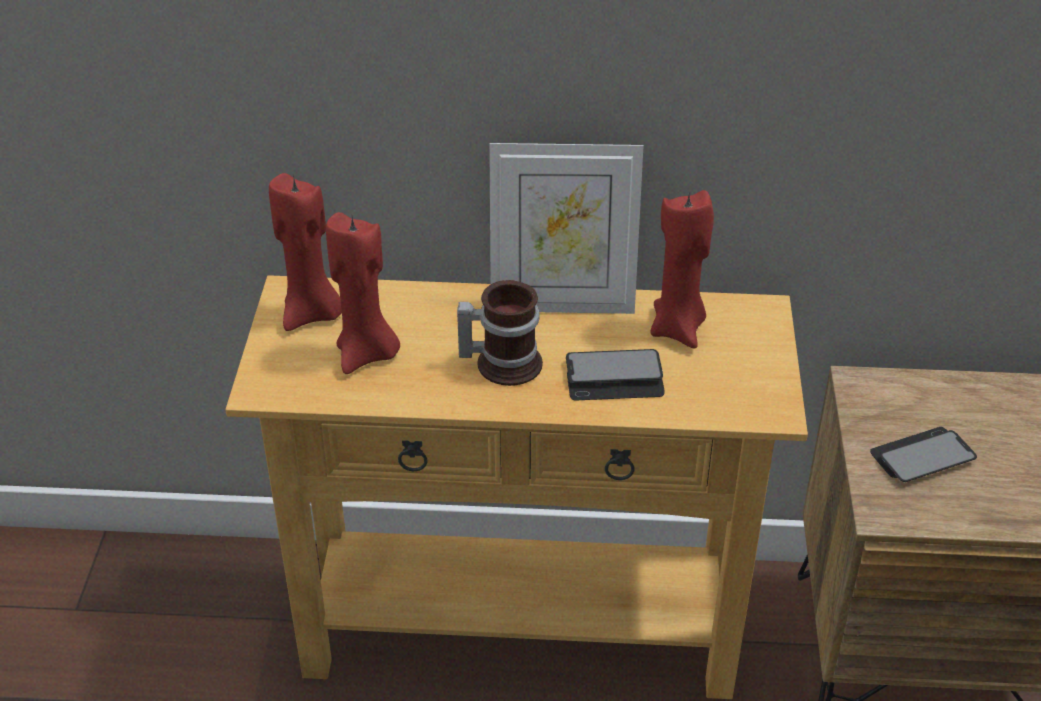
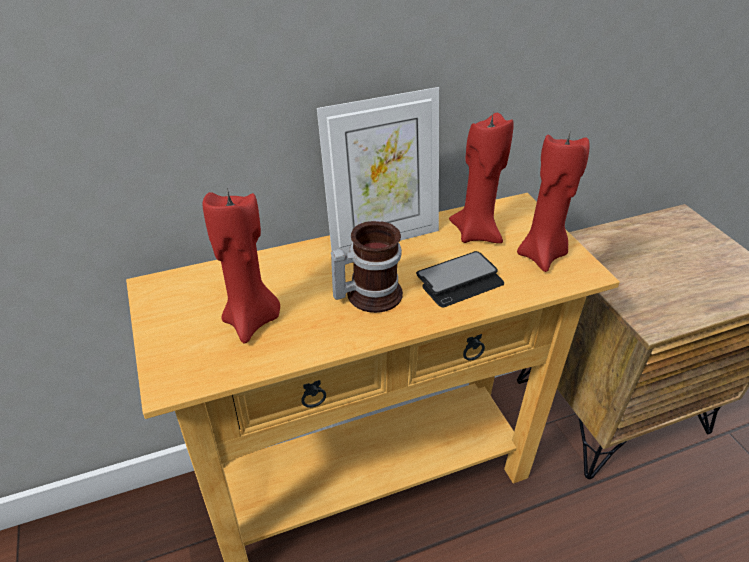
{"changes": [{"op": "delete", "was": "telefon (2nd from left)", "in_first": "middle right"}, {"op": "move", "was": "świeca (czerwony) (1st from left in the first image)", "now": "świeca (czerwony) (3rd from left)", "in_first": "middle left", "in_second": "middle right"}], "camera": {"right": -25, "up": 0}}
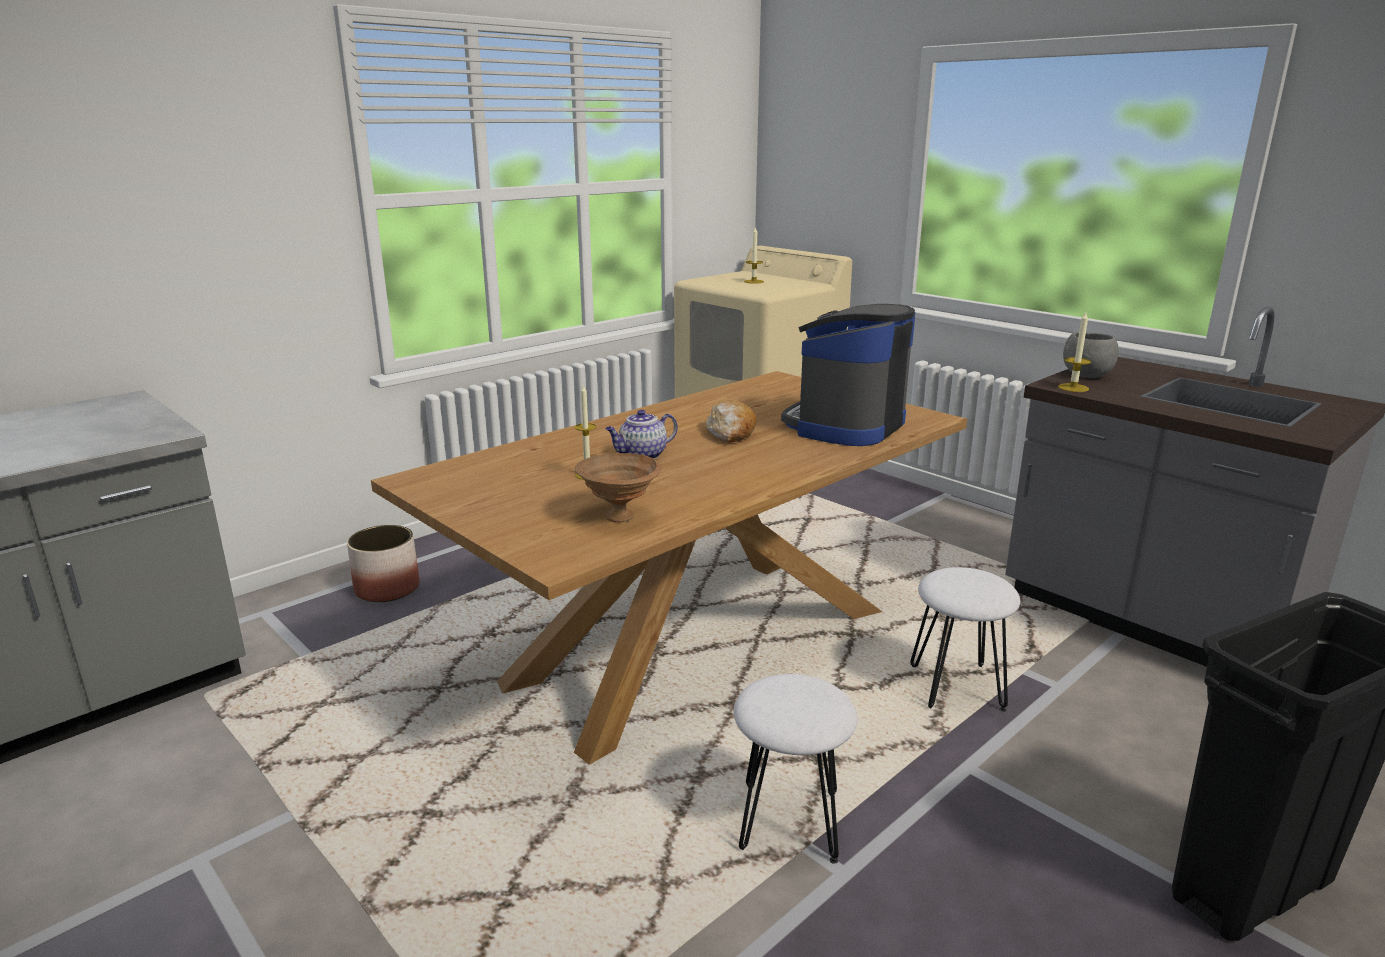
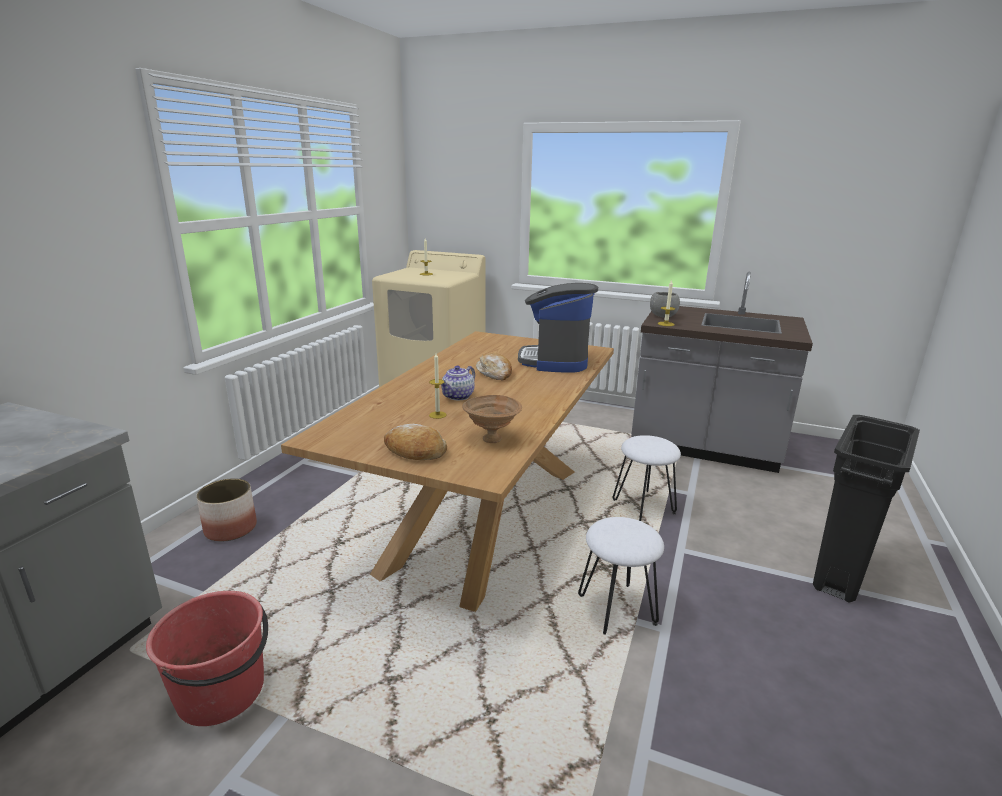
{"changes": [{"op": "insert", "now": "wiadro (czerwony)", "in_second": "bottom left"}, {"op": "insert", "now": "chleb (1st from left)", "in_second": "centre"}], "camera": {"right": -25, "up": 0}}
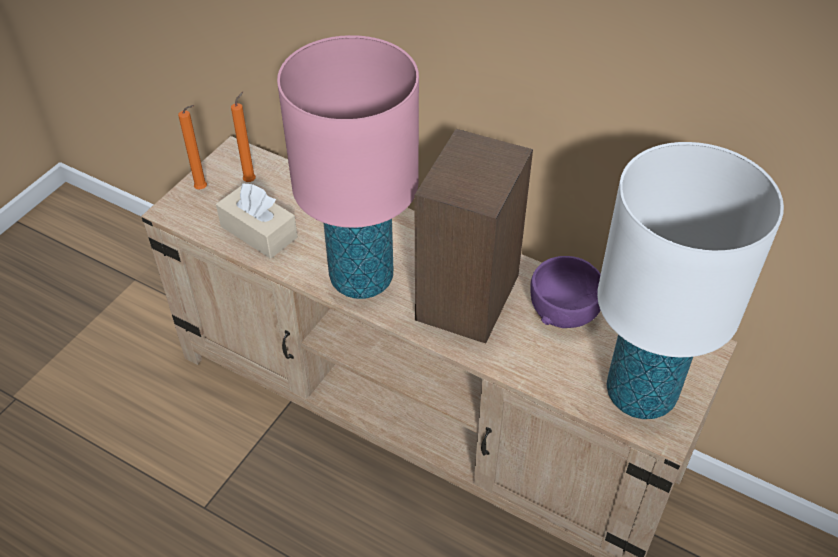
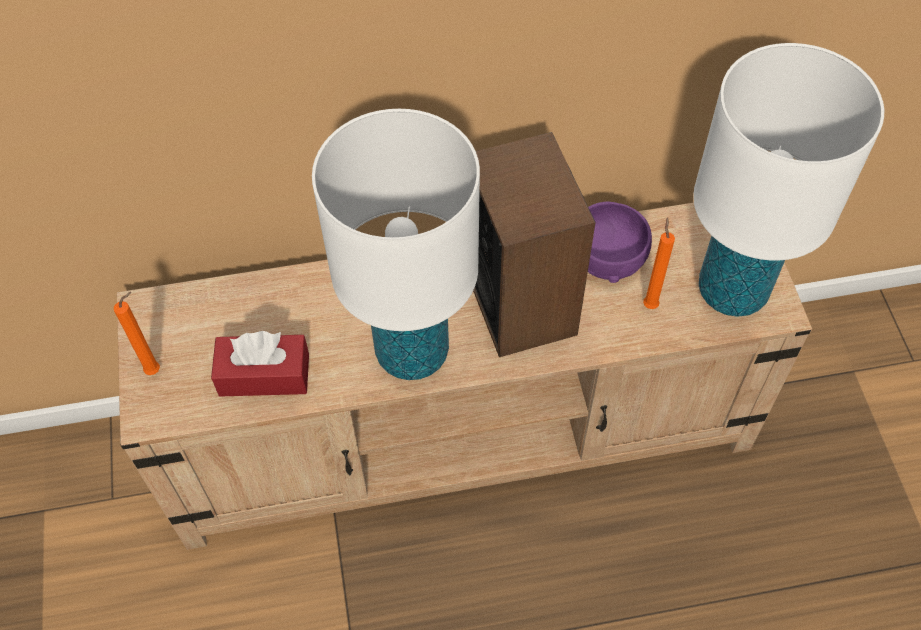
{"changes": [{"op": "move", "was": "świeca (pomarańczowy) (2nd from left)", "in_first": "top left", "in_second": "middle right"}, {"op": "recolor", "was": "pudełko chusteczek (beżowy)", "now": "pudełko chusteczek (czerwony)", "in_first": "middle left", "in_second": "middle left"}, {"op": "recolor", "was": "lampa stołowa (różowy)", "now": "lampa stołowa (biały) (1st from left)", "in_first": "top centre", "in_second": "centre"}], "camera": {"right": -40, "up": 10}}
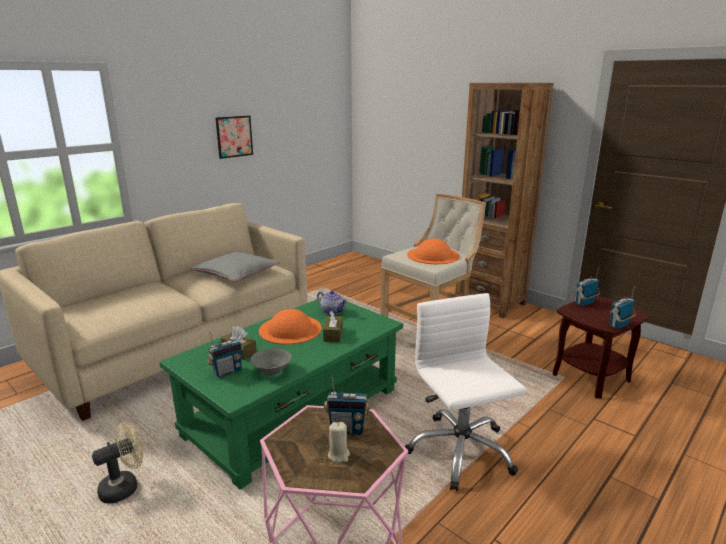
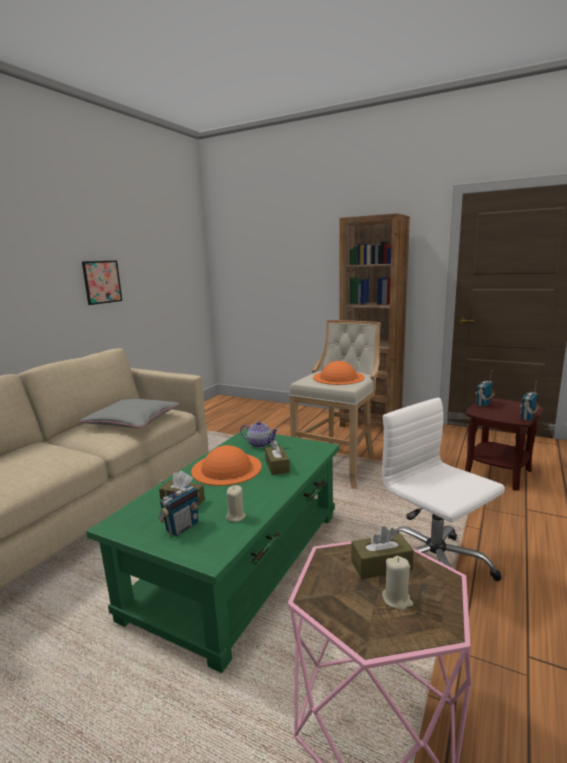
{"changes": [{"op": "delete", "was": "wentylator (beżowy)", "in_first": "bottom left"}, {"op": "replace", "was": "miska (szary)", "now": "świeca (beżowy) (1st from left)", "in_first": "centre", "in_second": "centre"}, {"op": "replace", "was": "radio (2nd from left)", "now": "pudełko chusteczek (brązowy) (3rd from left)", "in_first": "bottom centre", "in_second": "bottom right"}], "camera": {"right": -15, "up": -5}}
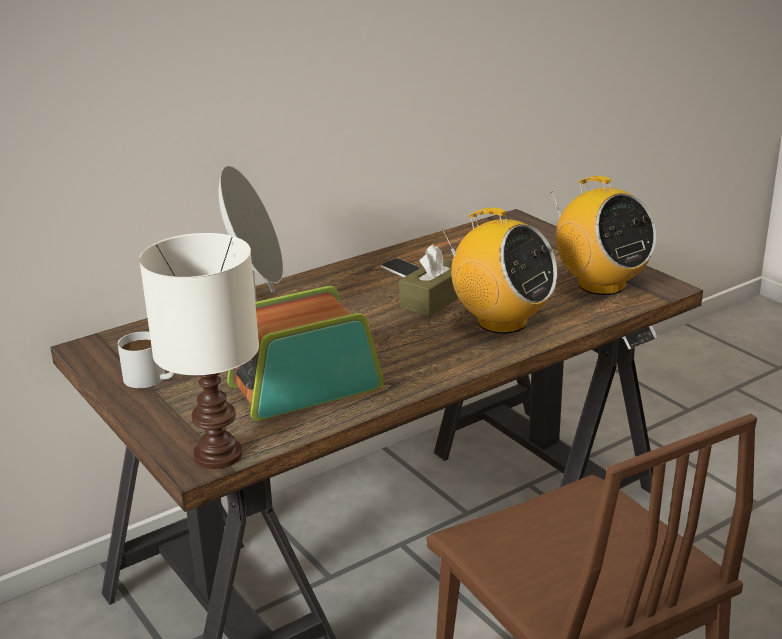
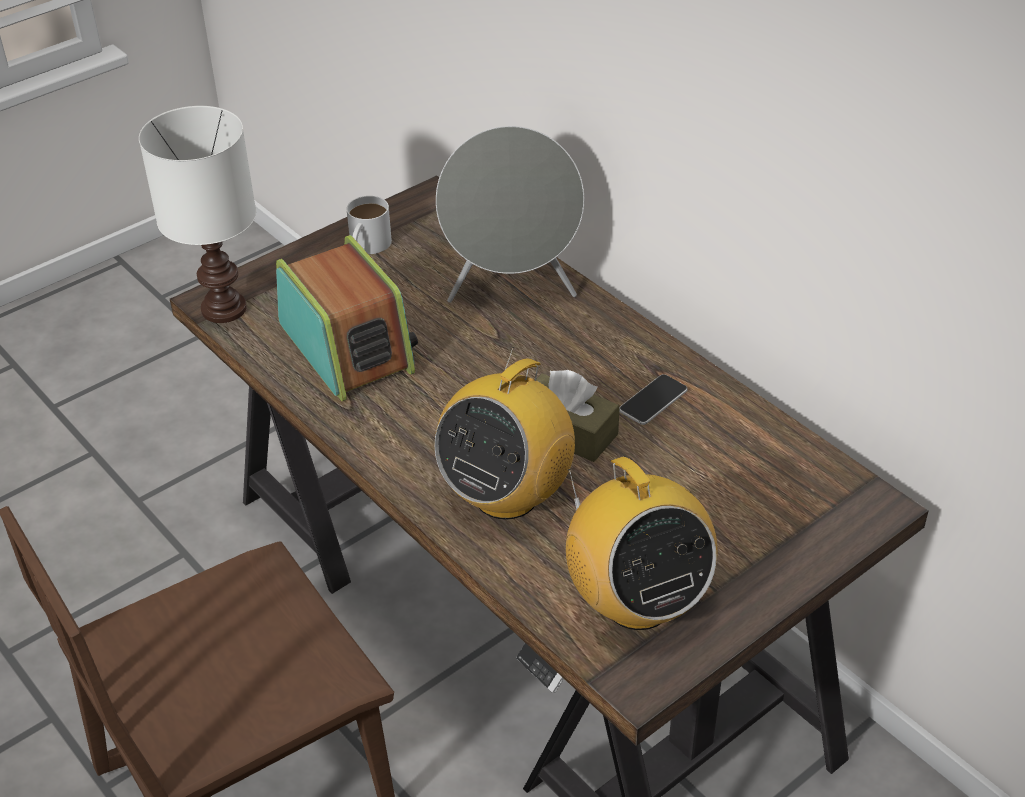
{"changes": [{"op": "rotate", "was": "radio (3rd from left)", "in_first": "middle right", "in_second": "bottom centre", "clockwise": -75}], "camera": {"right": 85, "up": 15}}
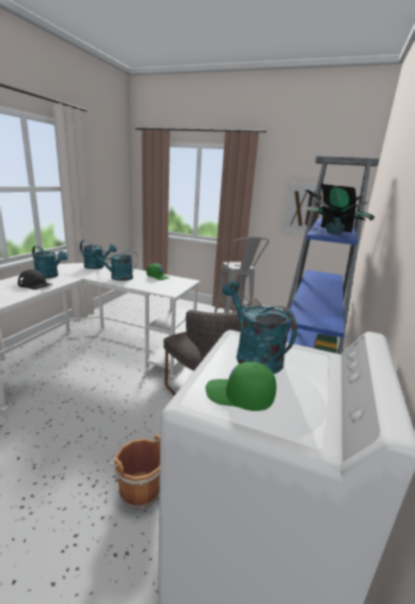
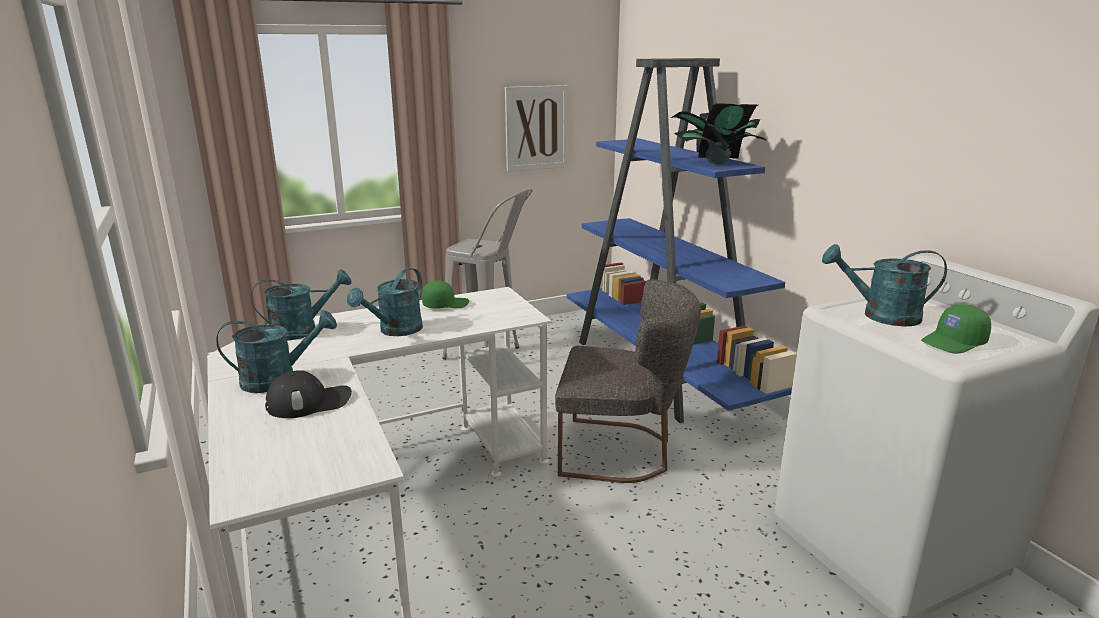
{"changes": [{"op": "delete", "was": "wiadro (brązowy)", "in_first": "bottom left"}], "camera": {"right": -45, "up": 0}}
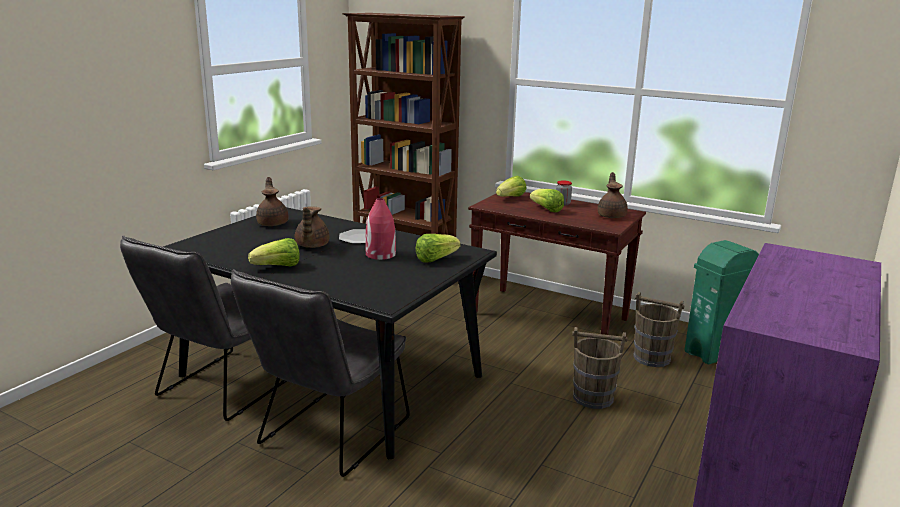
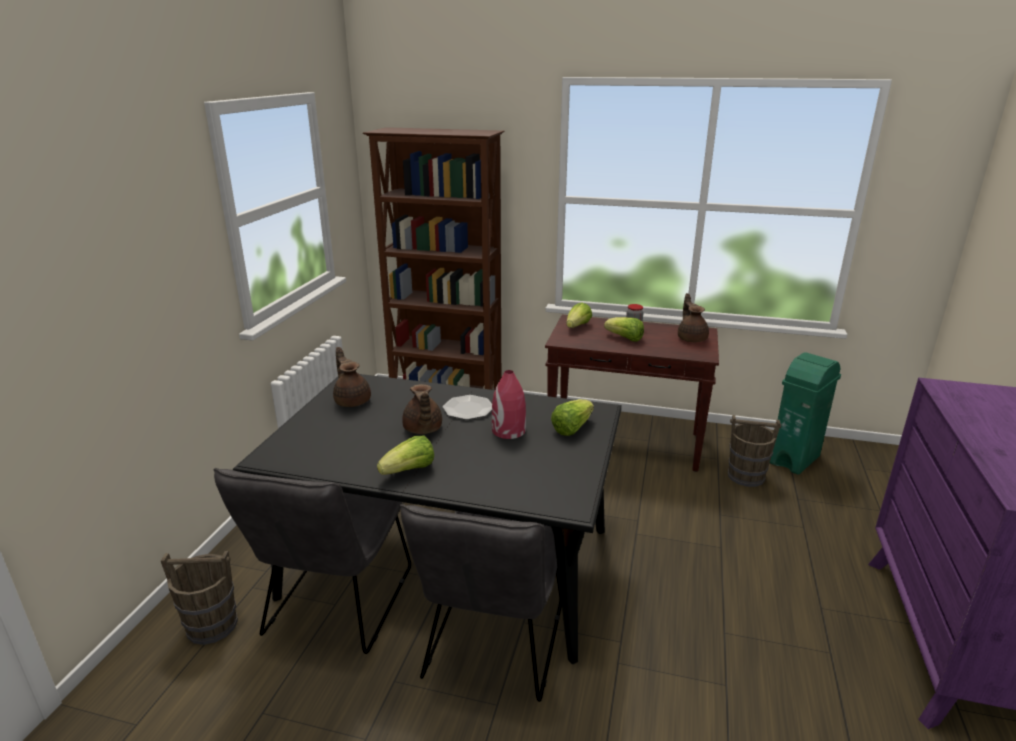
{"changes": [{"op": "move", "was": "wiadro (brązowy) (1st from left)", "in_first": "bottom centre", "in_second": "bottom left"}], "camera": {"right": -15, "up": 5}}
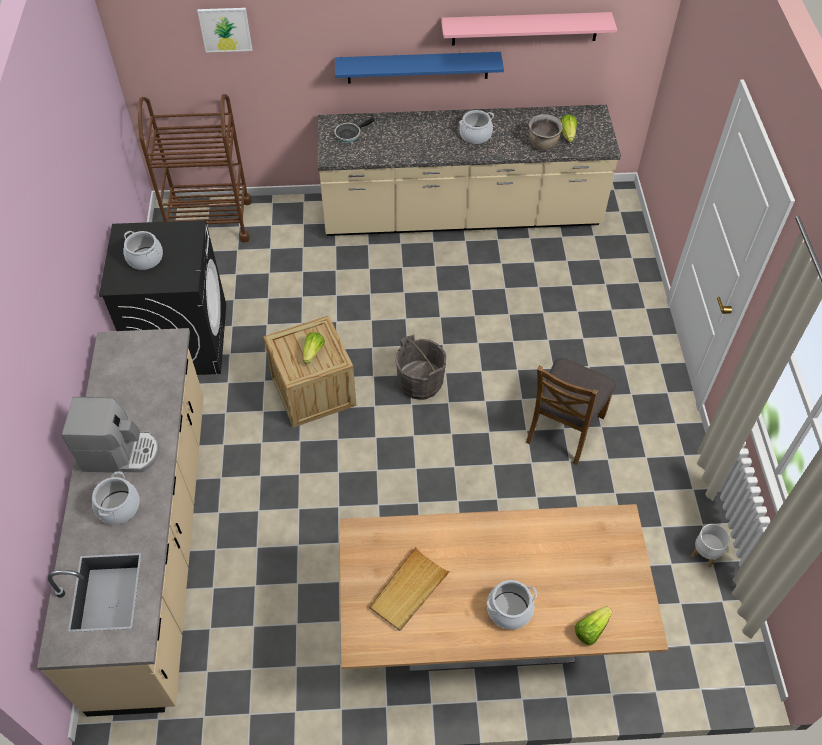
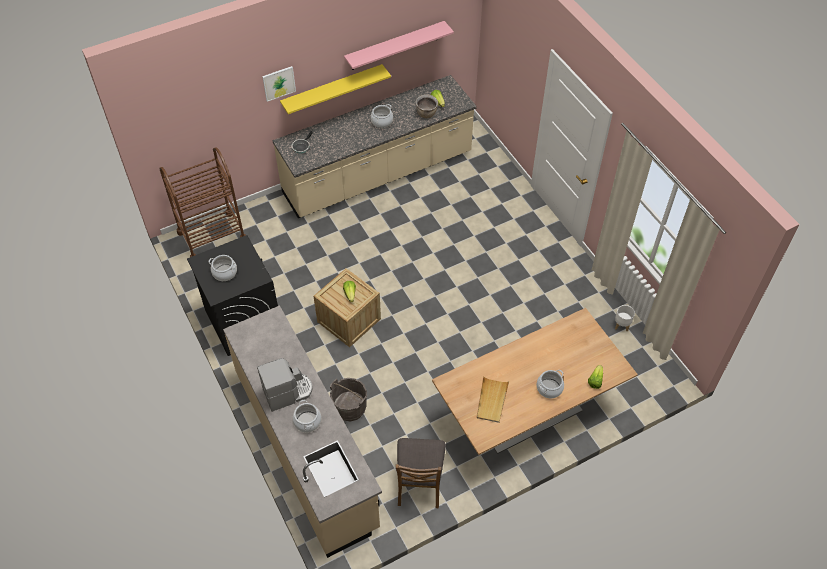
{"changes": [{"op": "move", "was": "obraz", "in_first": "top left", "in_second": "top centre"}, {"op": "move", "was": "wiadro (szary)", "in_first": "centre", "in_second": "bottom centre"}, {"op": "move", "was": "krzesło (brązowy)", "in_first": "middle right", "in_second": "bottom centre"}, {"op": "recolor", "was": "półka (niebieski)", "now": "półka (żółty)", "in_first": "top centre", "in_second": "top centre"}], "camera": {"right": -25, "up": 0}}
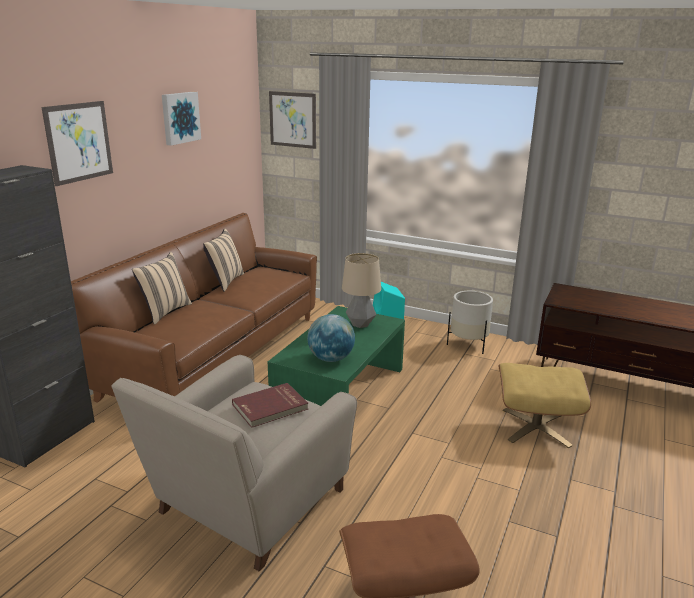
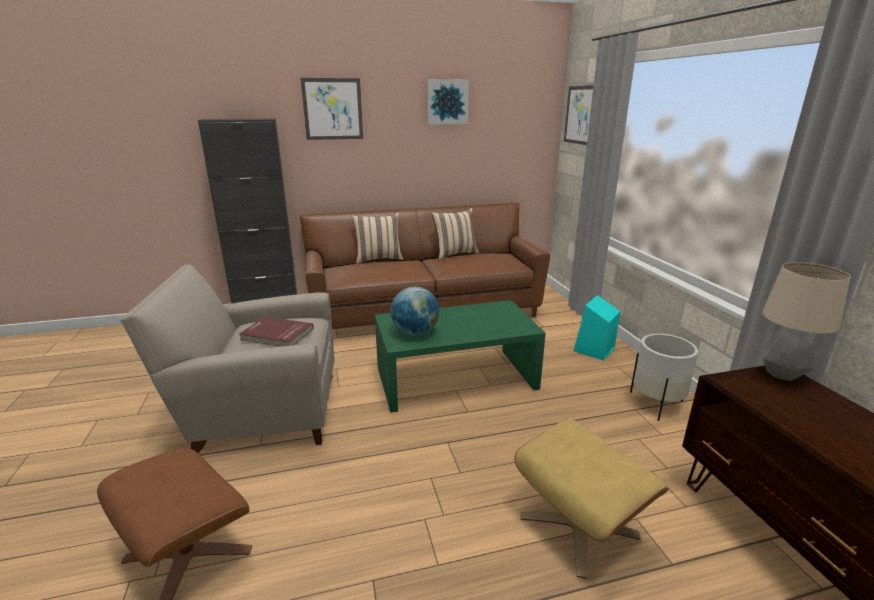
{"changes": [{"op": "move", "was": "lampa stołowa", "in_first": "centre", "in_second": "middle right"}], "camera": {"right": 50, "up": 0}}
